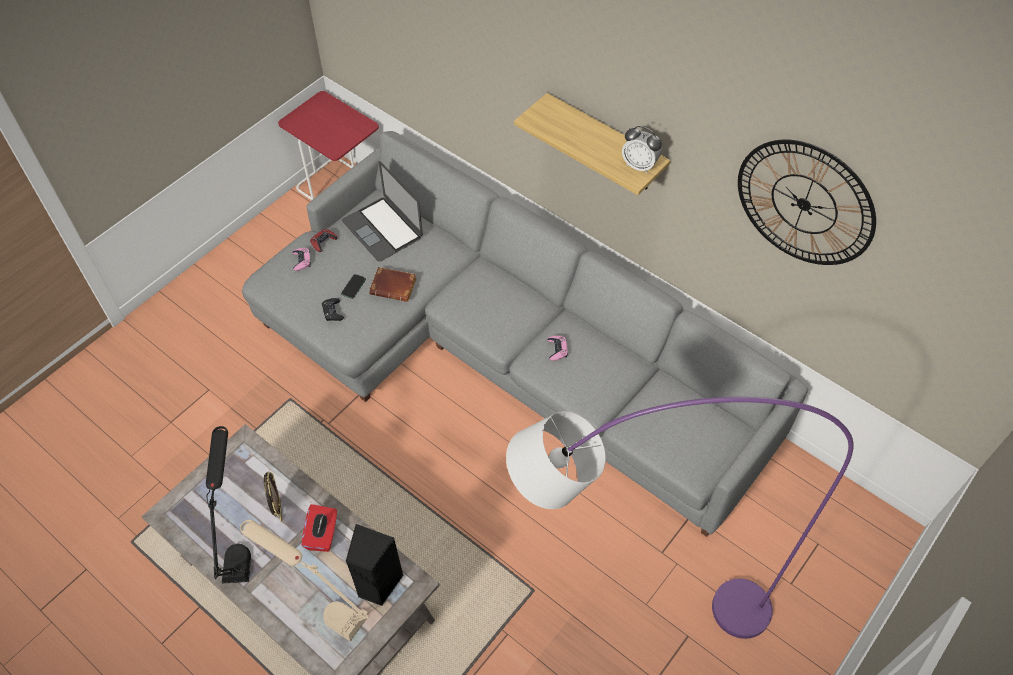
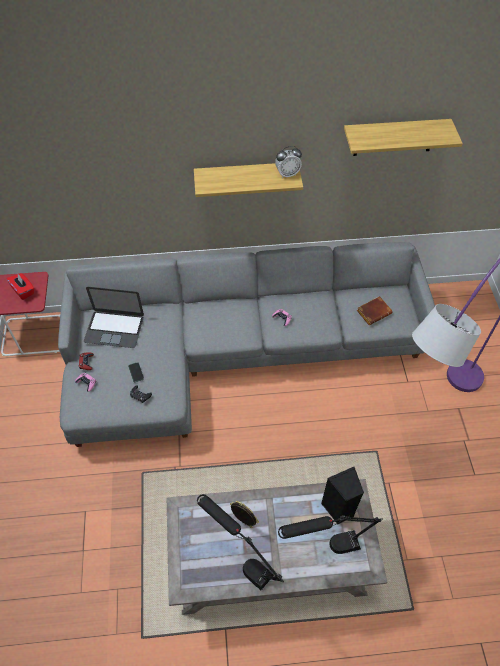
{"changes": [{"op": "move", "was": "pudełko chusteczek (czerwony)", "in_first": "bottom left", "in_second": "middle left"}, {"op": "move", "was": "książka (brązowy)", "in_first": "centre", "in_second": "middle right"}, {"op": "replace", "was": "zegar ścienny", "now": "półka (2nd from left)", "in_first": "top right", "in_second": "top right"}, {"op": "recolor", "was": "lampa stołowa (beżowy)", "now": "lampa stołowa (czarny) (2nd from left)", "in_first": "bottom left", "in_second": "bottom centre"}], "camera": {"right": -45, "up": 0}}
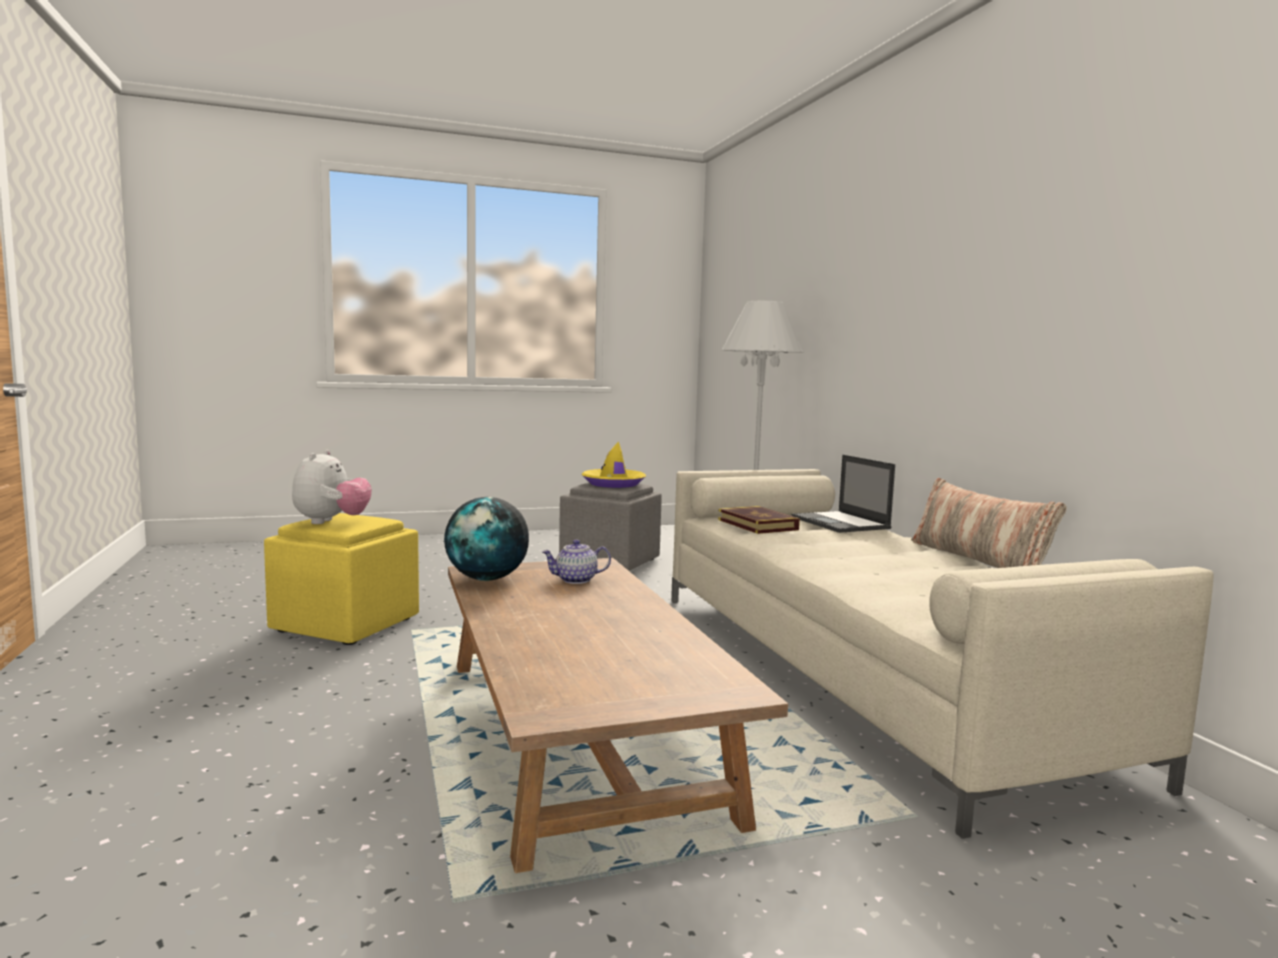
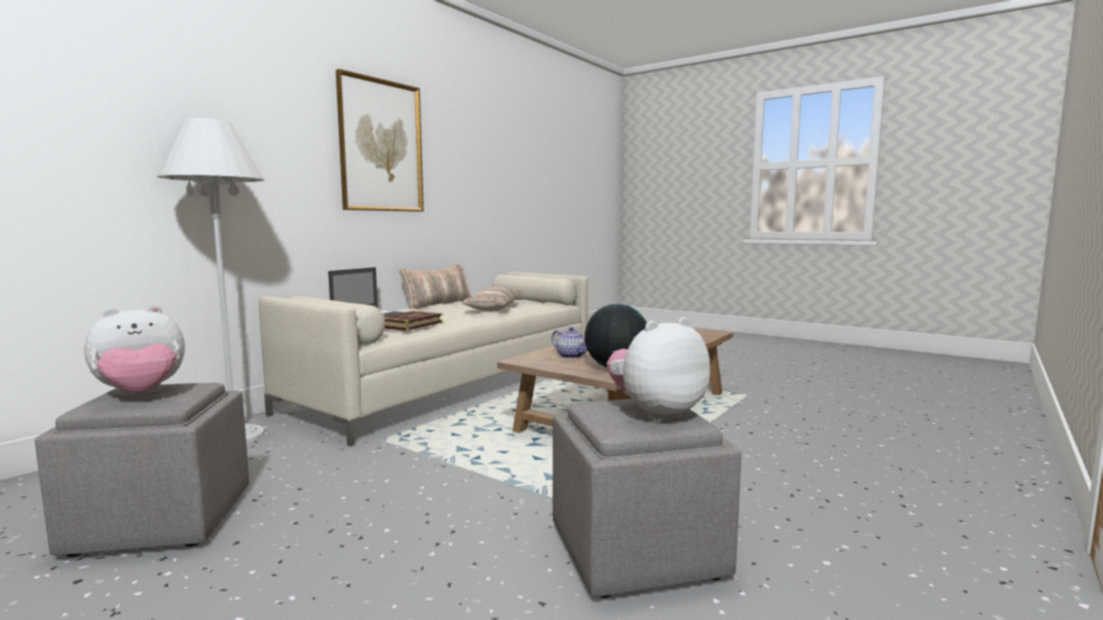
{"changes": [{"op": "insert", "now": "obraz", "in_second": "top centre"}, {"op": "insert", "now": "poduszka (2nd from left)", "in_second": "centre"}, {"op": "replace", "was": "kapelusz (żółty)", "now": "pluszak (1st from left)", "in_first": "centre", "in_second": "middle left"}, {"op": "recolor", "was": "pufa (żółty)", "now": "pufa (szary) (2nd from left)", "in_first": "middle left", "in_second": "bottom centre"}], "camera": {"right": -125, "up": 0}}
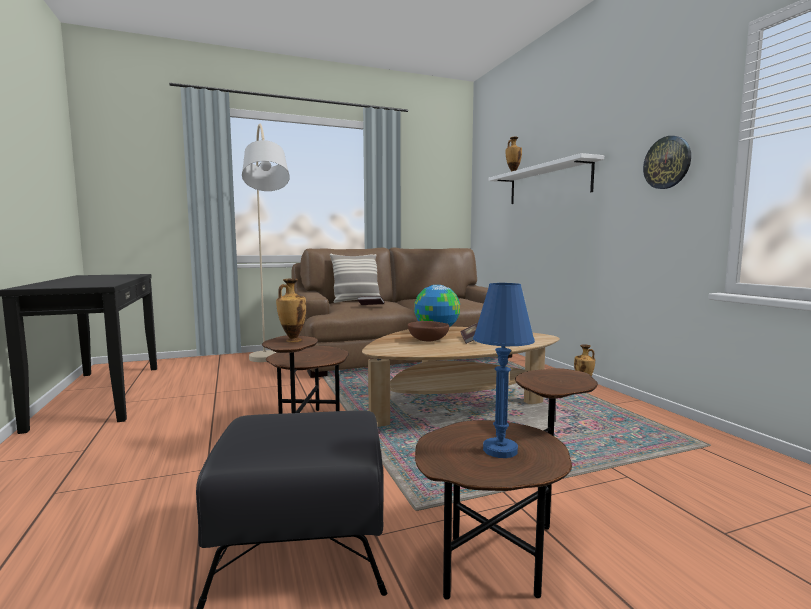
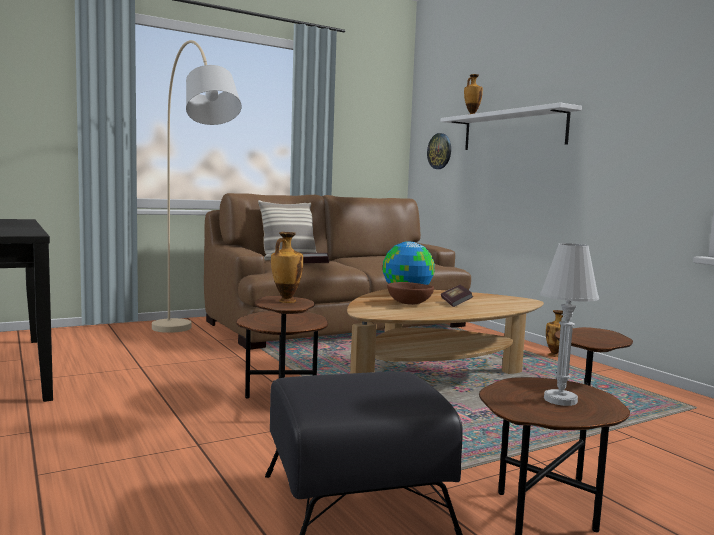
{"changes": [{"op": "move", "was": "zegar ścienny", "in_first": "top right", "in_second": "top centre"}, {"op": "recolor", "was": "lampa stołowa (niebieski)", "now": "lampa stołowa (biały)", "in_first": "centre", "in_second": "middle right"}], "camera": {"right": -10, "up": 0}}
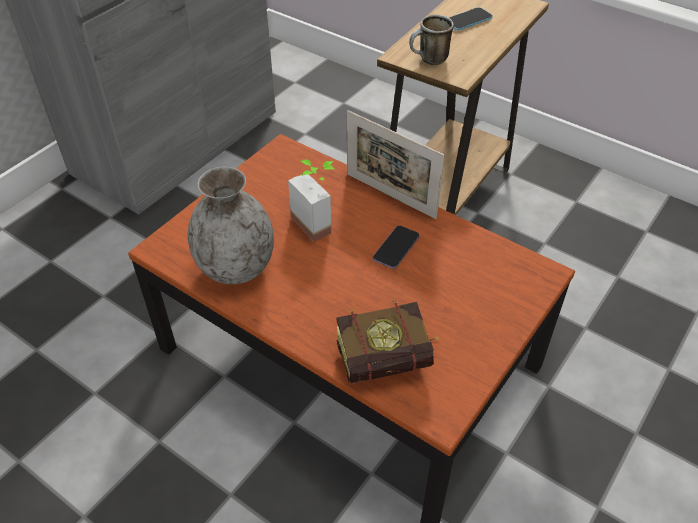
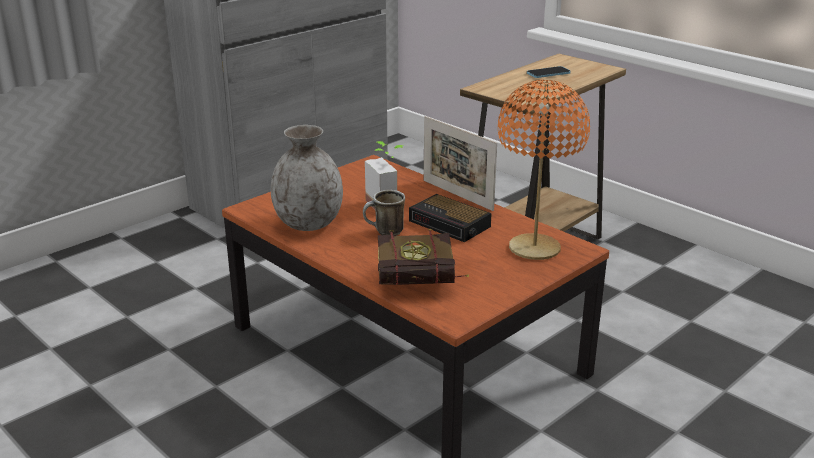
{"changes": [{"op": "insert", "now": "lampa stołowa (pomarańczowy)", "in_second": "middle right"}, {"op": "move", "was": "kubek", "in_first": "top centre", "in_second": "centre"}, {"op": "replace", "was": "telefon (1st from left)", "now": "budzik", "in_first": "centre", "in_second": "centre"}], "camera": {"right": 10, "up": -20}}
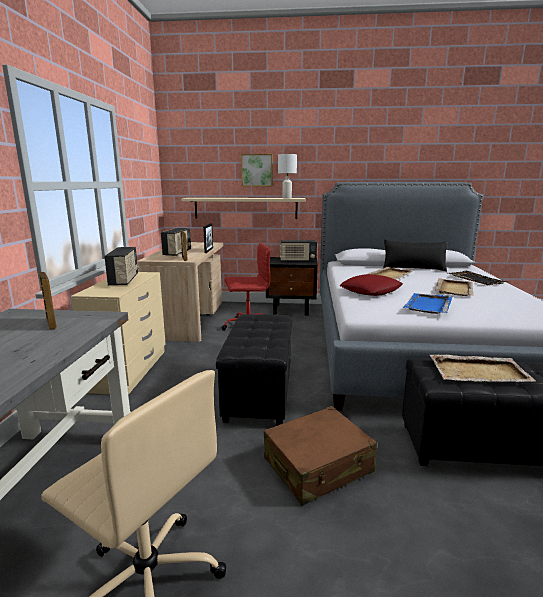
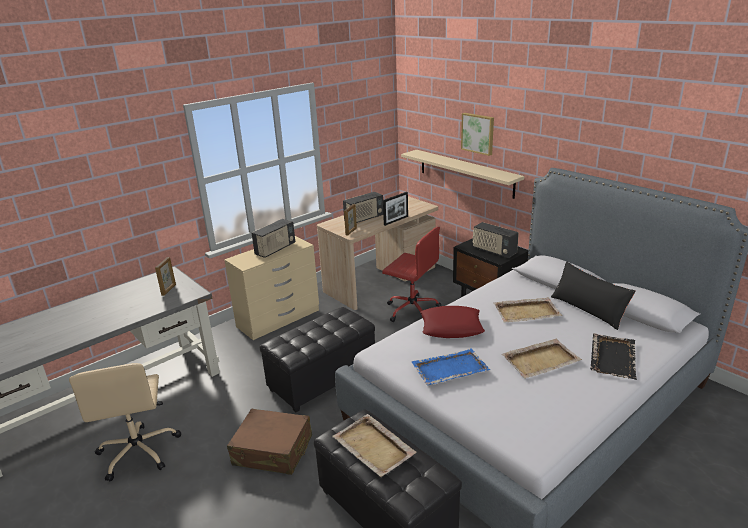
{"changes": [{"op": "delete", "was": "lampa stołowa (biały)", "in_first": "top centre"}], "camera": {"right": 45, "up": 10}}
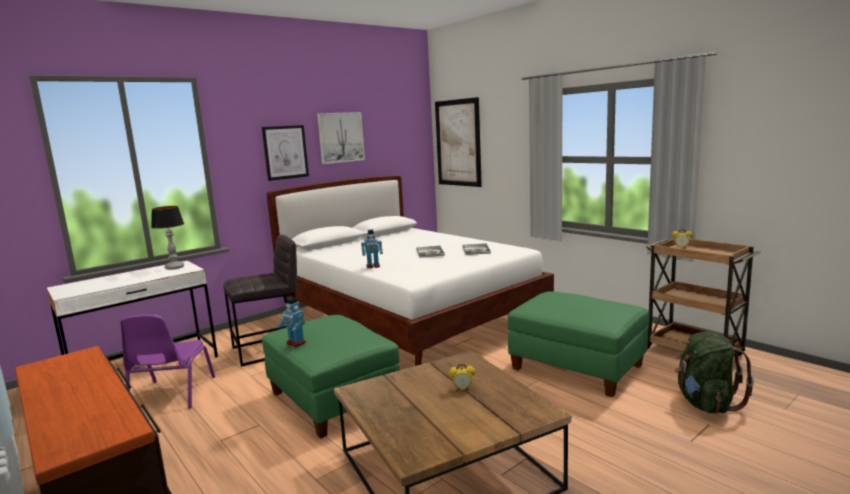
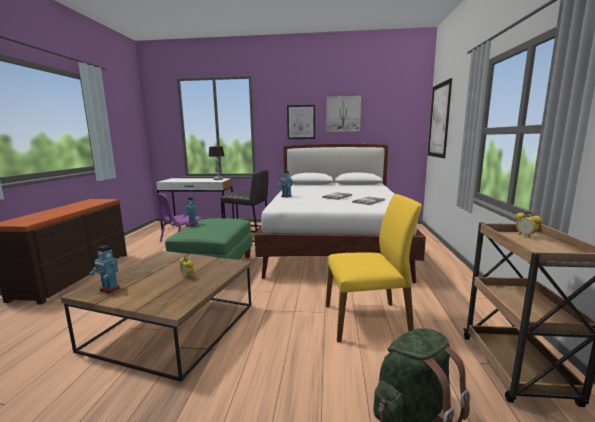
{"changes": [{"op": "insert", "now": "robot zabawkowy (1st from left)", "in_second": "middle left"}, {"op": "replace", "was": "pufa (zielony) (2nd from left)", "now": "krzesło (żółty)", "in_first": "bottom right", "in_second": "centre"}], "camera": {"right": 45, "up": 0}}
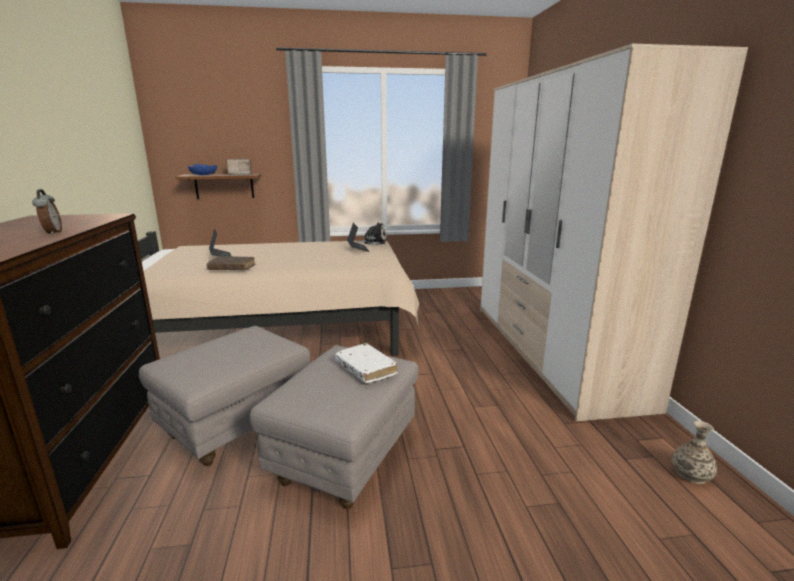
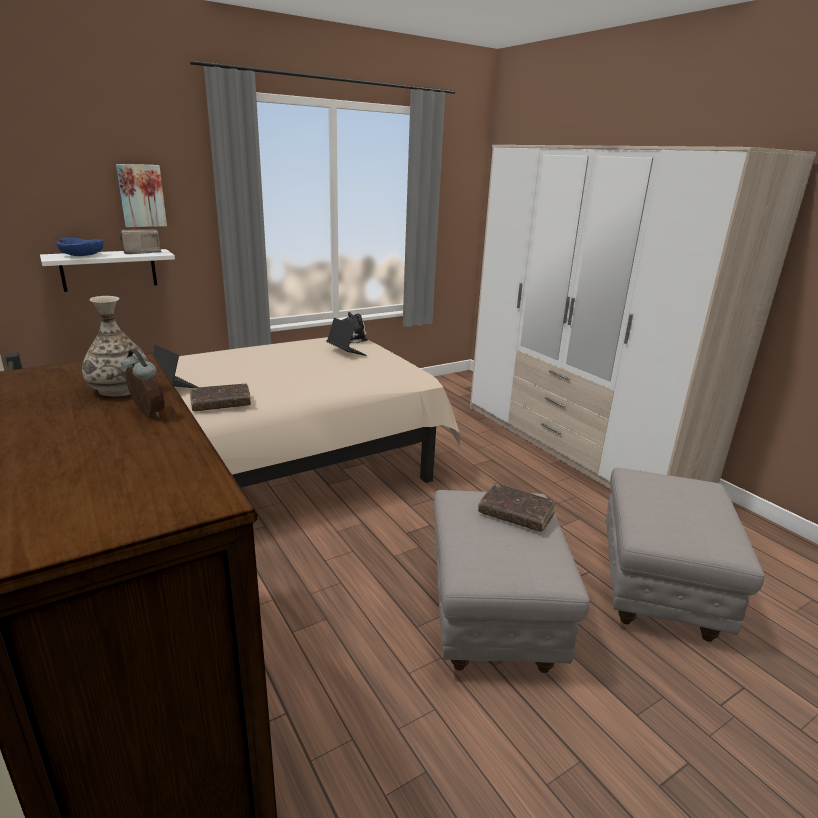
{"changes": [{"op": "insert", "now": "obraz", "in_second": "top left"}, {"op": "move", "was": "pufa (szary) (1st from left in the first image)", "now": "pufa (szary) (2nd from left)", "in_first": "bottom left", "in_second": "bottom right"}, {"op": "move", "was": "wazon", "in_first": "bottom right", "in_second": "middle left"}, {"op": "recolor", "was": "półka (brązowy)", "now": "półka (biały)", "in_first": "top left", "in_second": "top left"}, {"op": "recolor", "was": "książka (biały)", "now": "książka (brązowy) (2nd from left)", "in_first": "centre", "in_second": "centre"}], "camera": {"right": -25, "up": 5}}
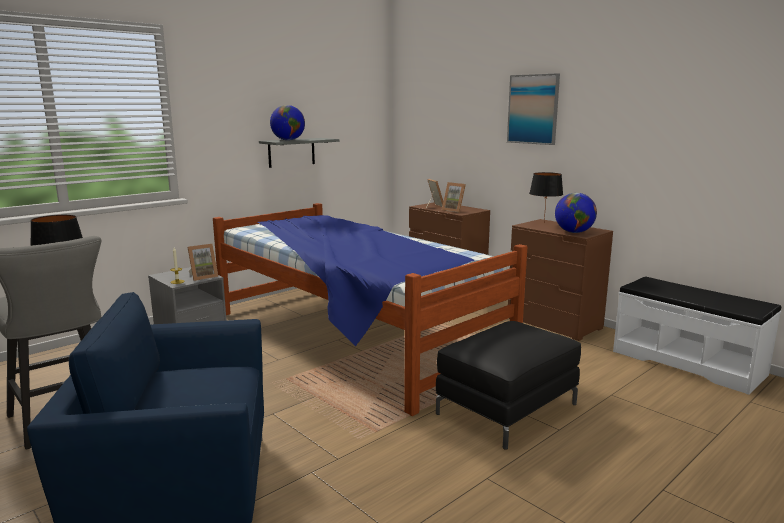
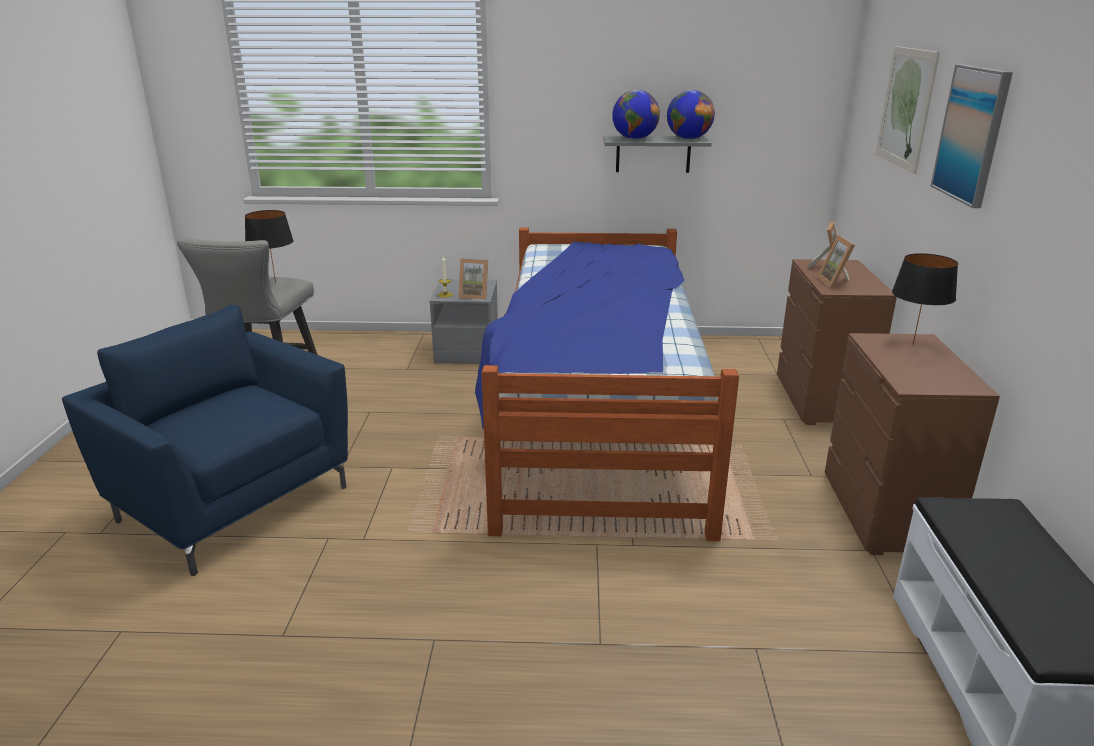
{"changes": [{"op": "delete", "was": "pufa (czarny)", "in_first": "bottom centre"}, {"op": "insert", "now": "obraz (1st from left)", "in_second": "top right"}, {"op": "move", "was": "globus (2nd from left)", "in_first": "middle right", "in_second": "top centre"}], "camera": {"right": 45, "up": 10}}
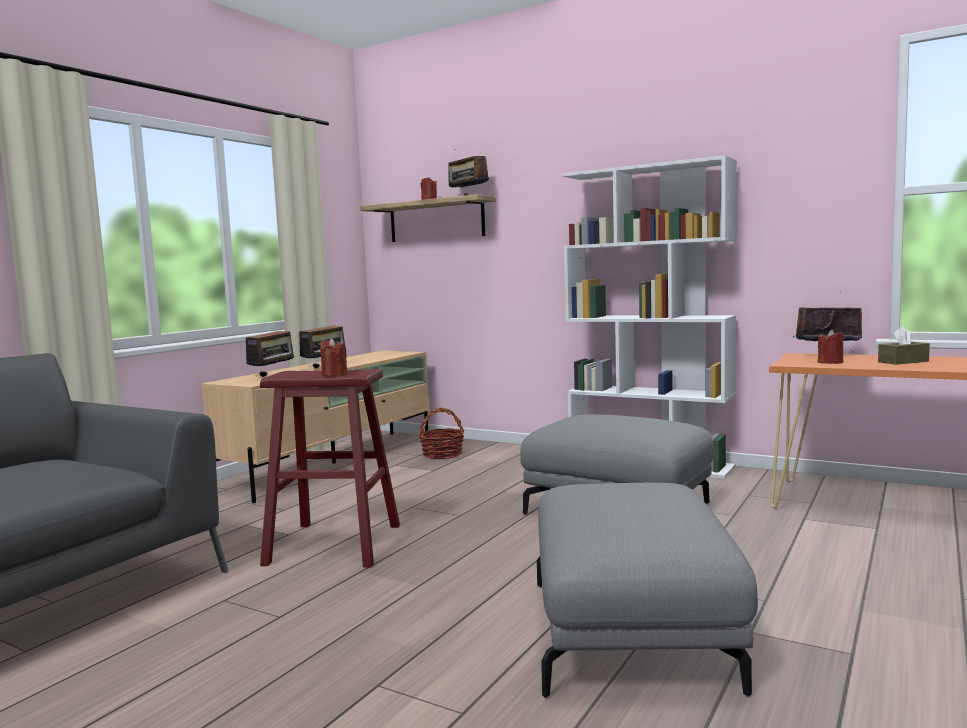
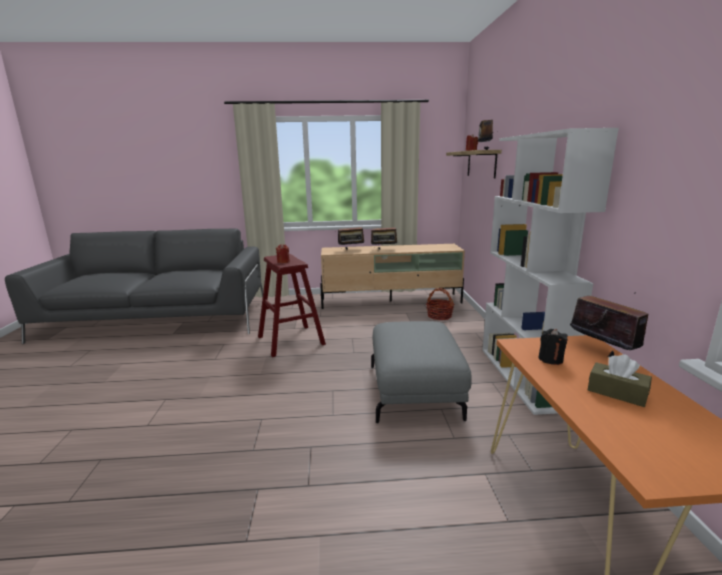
{"changes": [{"op": "delete", "was": "pufa (szary) (2nd from left)", "in_first": "bottom right"}, {"op": "recolor", "was": "świeca (czerwony) (3rd from left)", "now": "świeca (czarny)", "in_first": "middle right", "in_second": "middle right"}], "camera": {"right": 55, "up": 10}}
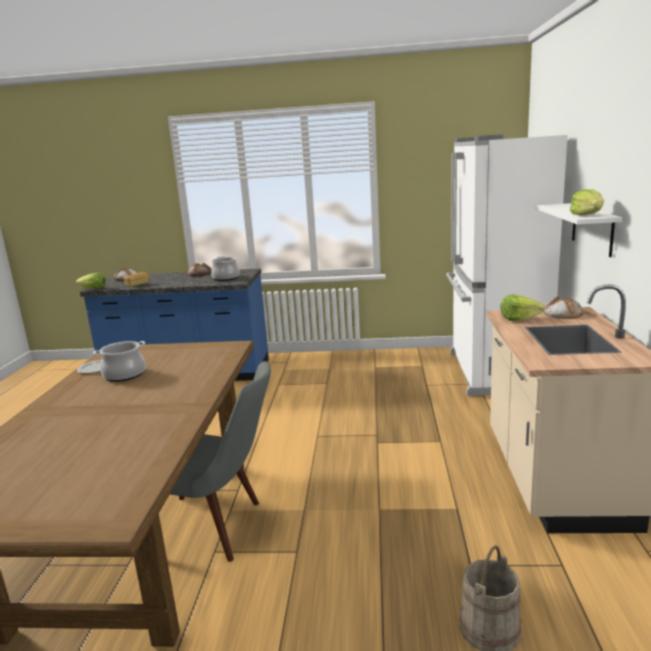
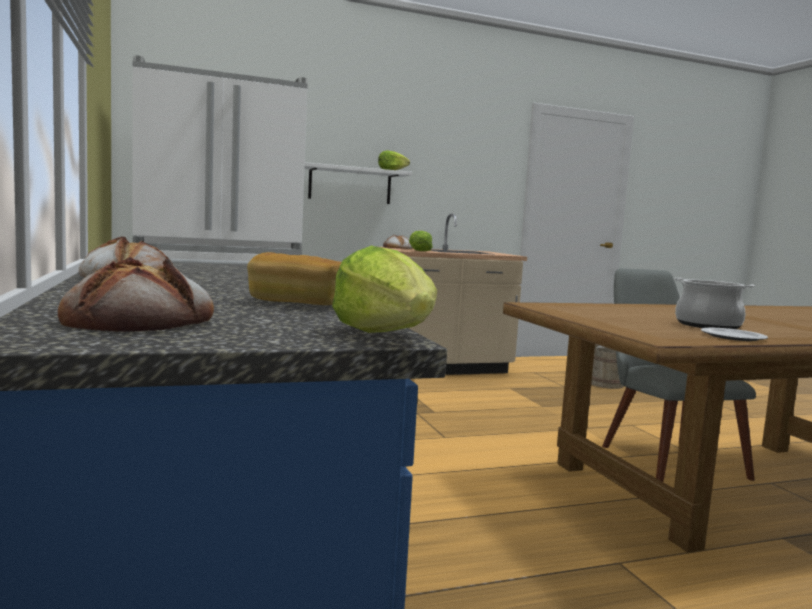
{"changes": [{"op": "delete", "was": "garnek (2nd from left)", "in_first": "centre"}], "camera": {"right": -115, "up": -10}}
